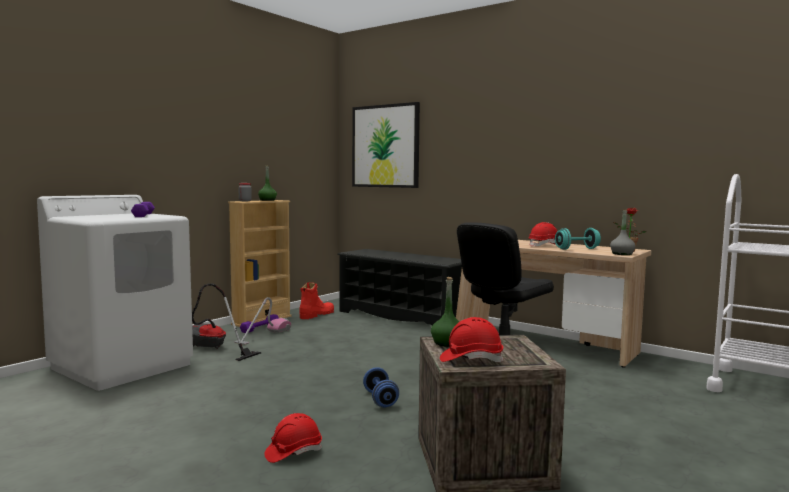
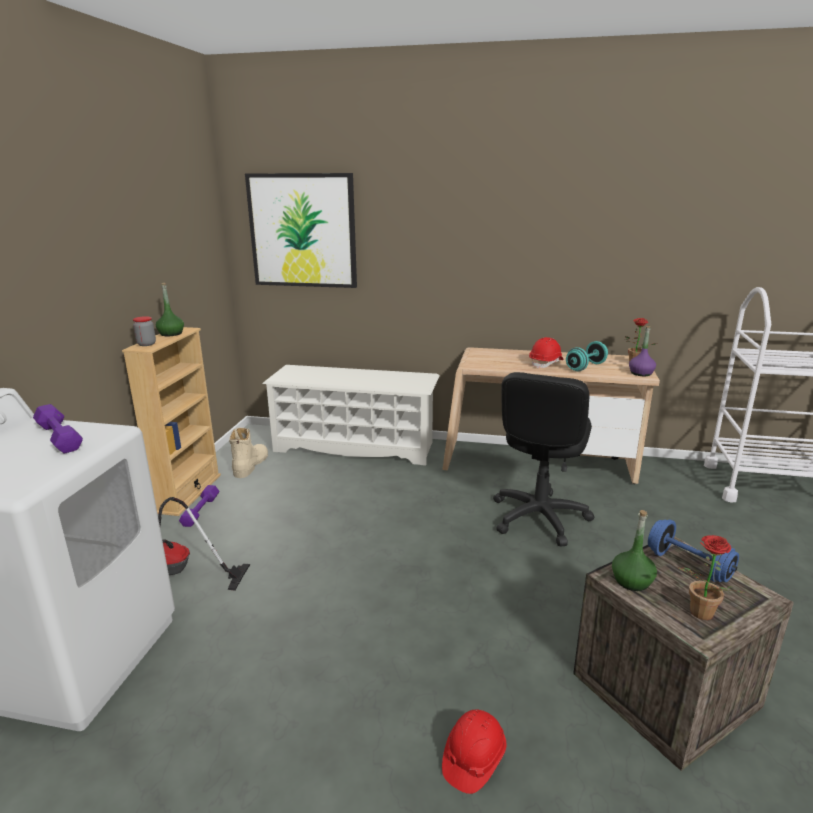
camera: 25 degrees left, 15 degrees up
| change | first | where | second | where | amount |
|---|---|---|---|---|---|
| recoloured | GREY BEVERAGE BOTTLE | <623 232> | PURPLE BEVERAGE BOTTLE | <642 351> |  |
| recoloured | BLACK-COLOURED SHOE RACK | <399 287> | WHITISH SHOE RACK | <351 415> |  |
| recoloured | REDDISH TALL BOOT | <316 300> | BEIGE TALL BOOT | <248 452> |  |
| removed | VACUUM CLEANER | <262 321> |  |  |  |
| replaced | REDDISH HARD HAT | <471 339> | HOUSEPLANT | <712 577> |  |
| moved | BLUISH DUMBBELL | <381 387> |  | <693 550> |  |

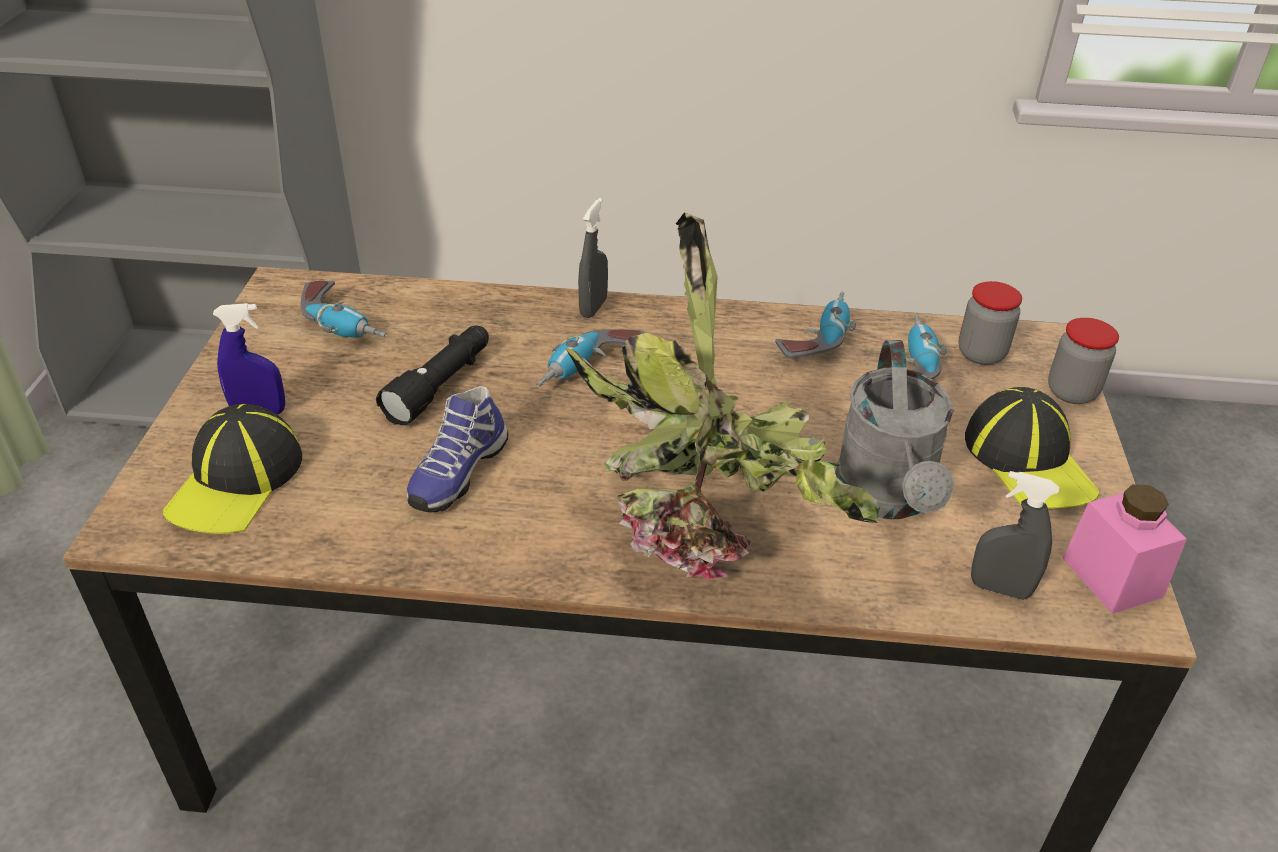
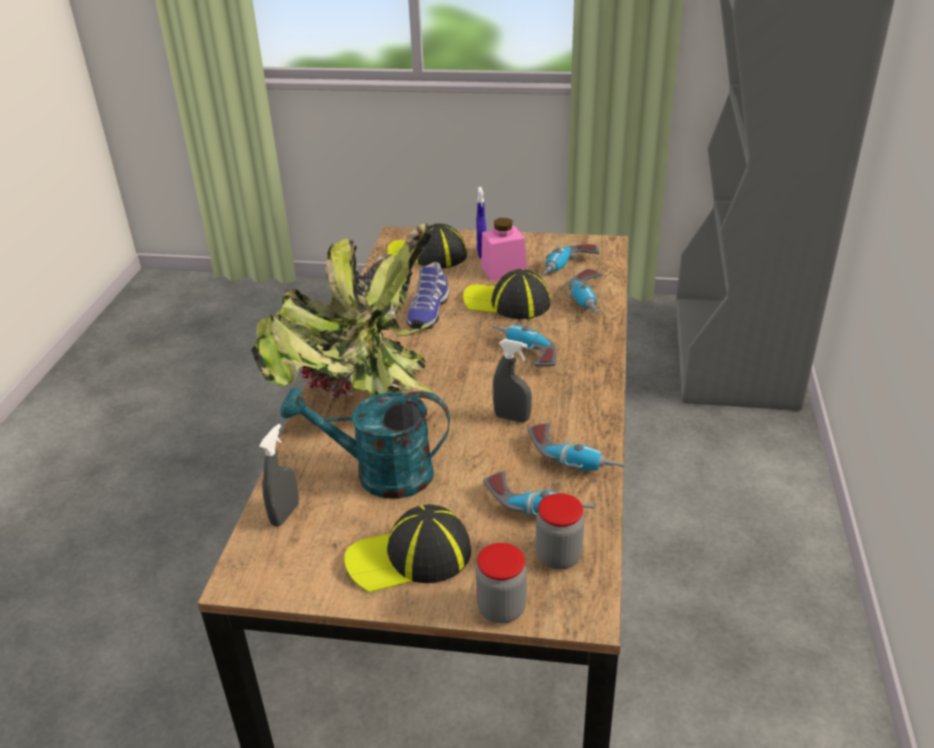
camera: 95 degrees right, 5 degrees down
| change | first | where | second | where | amount |
|---|---|---|---|---|---|
| moved | GREY HAND SPRAYER | <593 258> |  | <512 380> |  |
| replaced | BLACK-COLOURED TORCH | <432 376> | CAP | <506 294> |  |
| recoloured | GREY WATERING POT | <894 429> | BLUE-GREEN WATERING POT | <365 443> |  |
| turned | ITEM OF FOOTWEAR | <458 449> |  | <428 296> | 105 degrees counterclockwise |
| moved | PINK PRESERVE JAR | <1125 549> |  | <503 249> |  |
| added |  |  | DRILL | <585 291> |  |

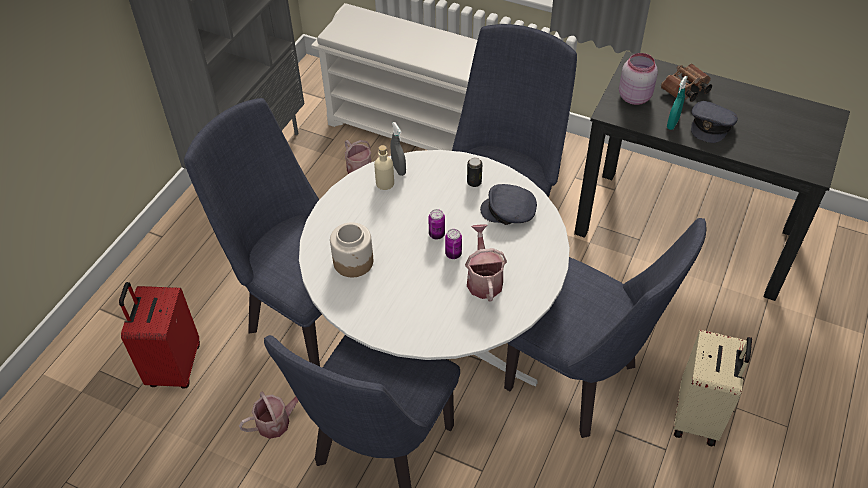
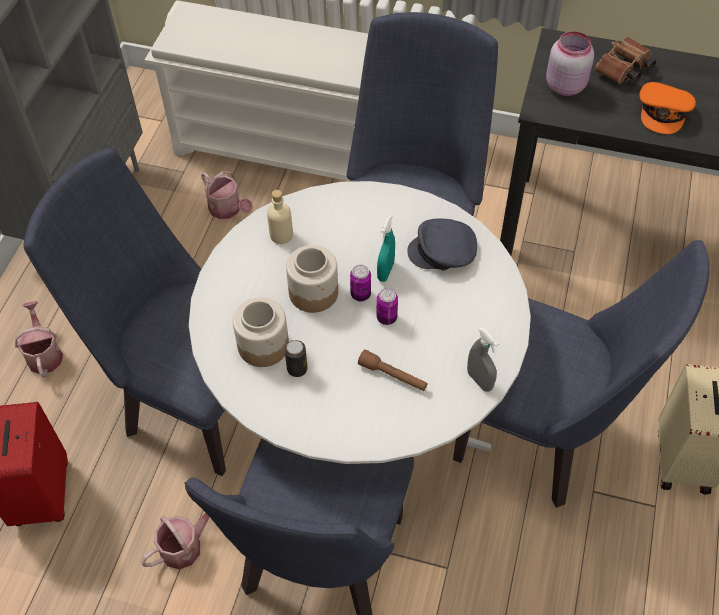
camera: 10 degrees left, 5 degrees up
| change | first | where | second | where | amount |
|---|---|---|---|---|---|
| moved | BLUE-GREEN HAND SPRAYER | <677 103> |  | <386 248> |  |
| recoloured | GREY CAP | <714 122> | ORANGEY CAP | <667 108> |  |
| moved | GREY HAND SPRAYER | <398 149> |  | <483 359> |  |
| moved | METAL CAN | <474 172> |  | <296 358> |  |
| moved | WATERING POT | <486 263> |  | <39 339> |  |
| added |  |  | PRESERVE JAR | <312 279> |  |
| added |  |  | BROWN TORCH | <393 370> |  |

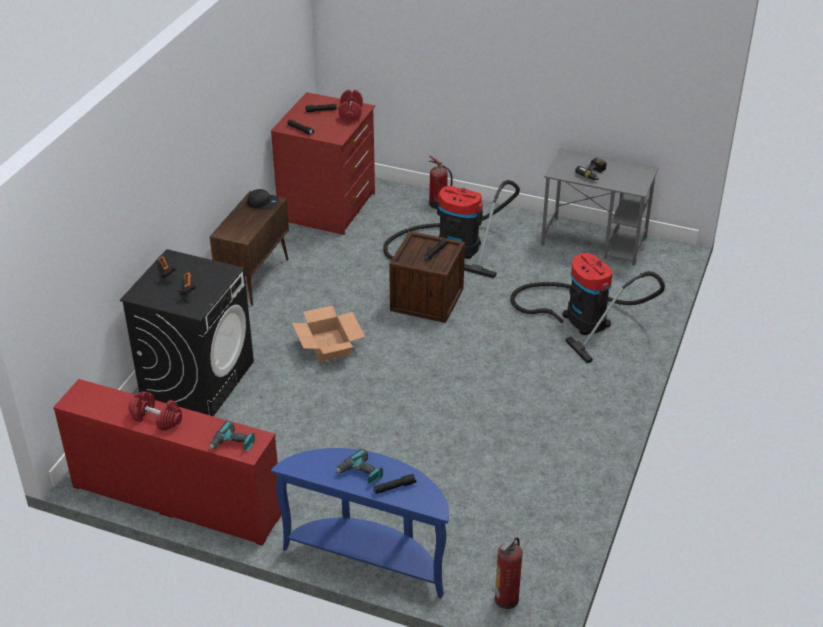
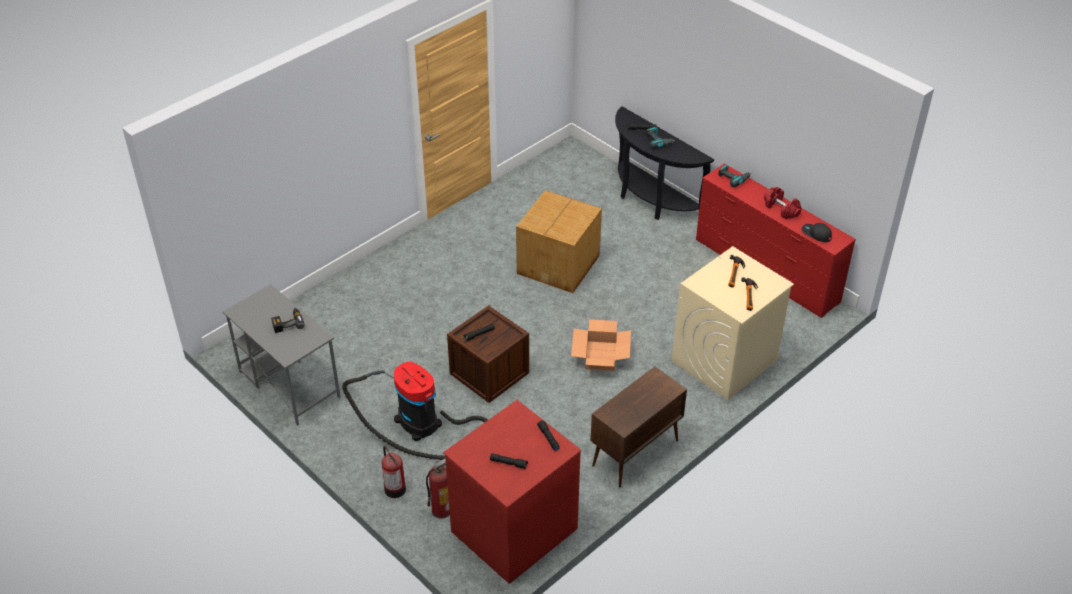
camera: 155 degrees left, 5 degrees up
| change | first | where | second | where | amount |
|---|---|---|---|---|---|
| removed | REDDISH DUMBBELL | <351 105> |  |  |  |
| moved | BLACK-COLOURED CAP | <263 199> |  | <817 232> |  |
| recoloured | BLACK-COLOURED LAUNDRY MACHINE | <187 332> | BEIGE LAUNDRY MACHINE | <733 323> |  |
| removed | VACUUM CLEANER | <587 308> |  |  |  |
| recoloured | BLUISH HALL TABLE | <360 523> | BLACK-COLOURED HALL TABLE | <664 163> |  |
| moved | FIRE EXTINGUISHER | <509 573> |  | <438 489> |  |
| added |  |  | CARTON | <559 241> |  |

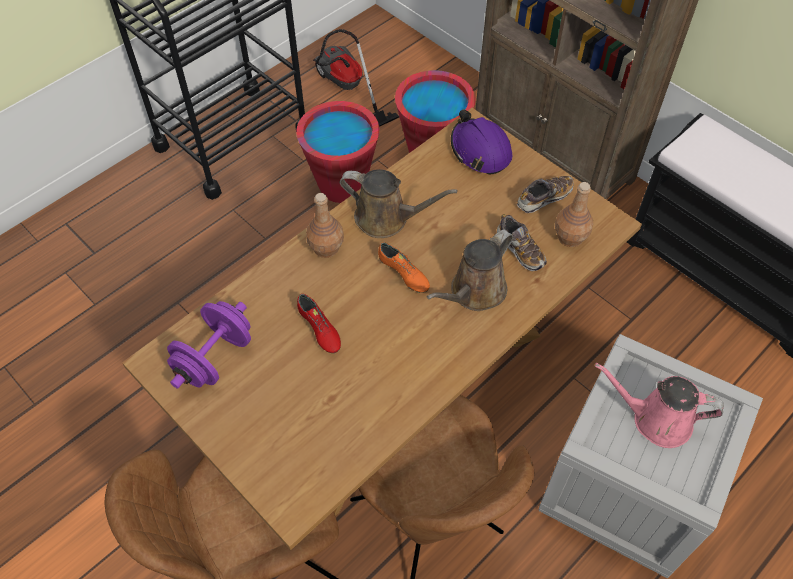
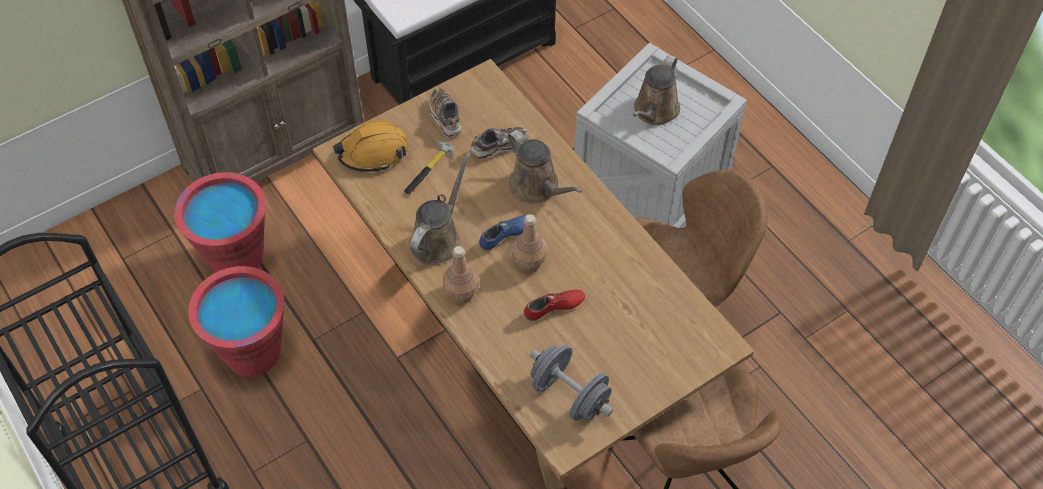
camera: 80 degrees left, 0 degrees up
| change | first | where | second | where | amount |
|---|---|---|---|---|---|
| removed | VACUUM CLEANER | <356 78> |  |  |  |
| recoloured | PURPLE HARD HAT | <481 142> | ORANGEY HARD HAT | <370 146> |  |
| moved | BROWN BEVERAGE BOTTLE | <574 214> |  | <529 243> |  |
| recoloured | ORANGEY ITEM OF FOOTWEAR | <404 267> | BLUISH ITEM OF FOOTWEAR | <502 232> |  |
| recoloured | PURPLE DUMBBELL | <209 345> | GREY DUMBBELL | <571 383> |  |
| recoloured | PINK WATERING POT | <659 405> | BROWN WATERING POT | <656 90> |  |
| added |  |  | HAMMER | <429 166> |  |

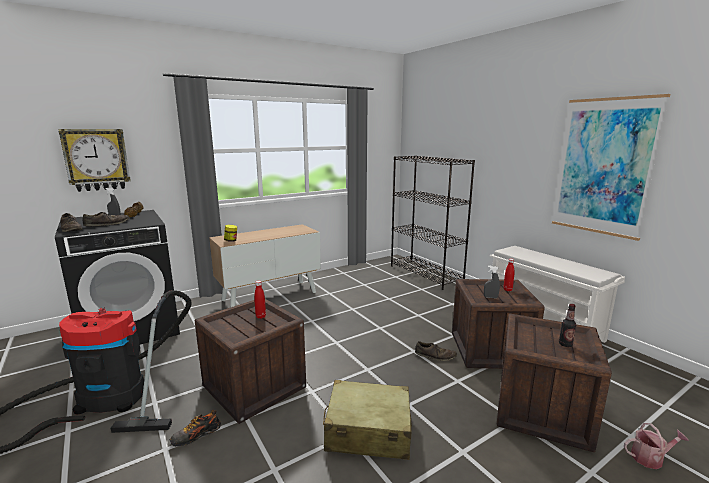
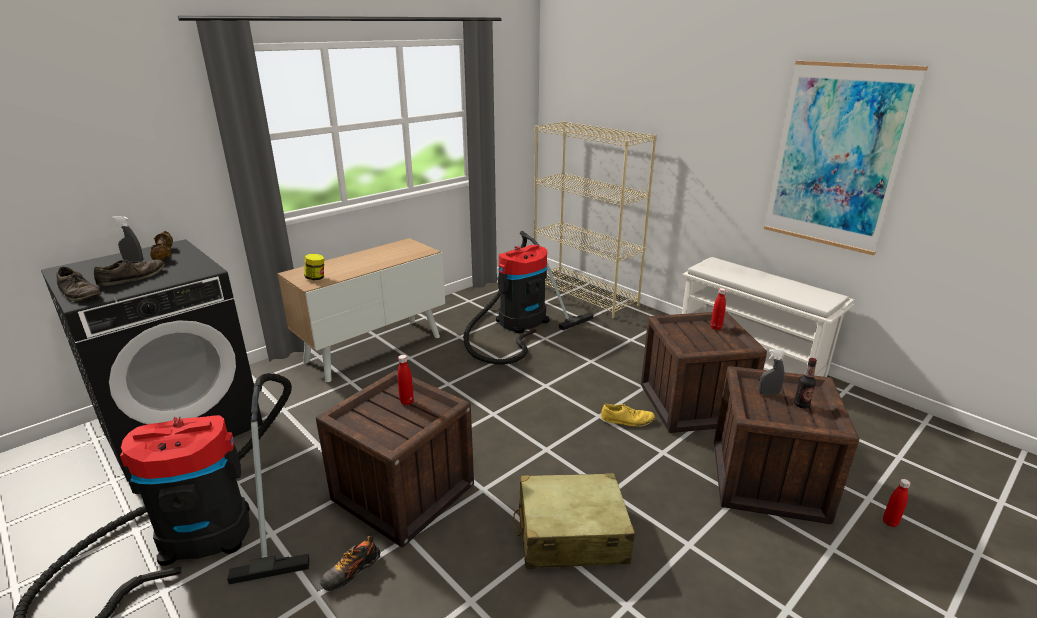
camera: 10 degrees left, 10 degrees up
| change | first | where | second | where | amount |
|---|---|---|---|---|---|
| removed | WALL CLOCK | <94 160> |  |  |  |
| recoloured | BLACK-COLOURED BOOKCASE | <433 222> | BEIGE BOOKCASE | <595 219> |  |
| moved | GREY HAND SPRAYER | <492 282> |  | <772 372> |  |
| recoloured | BROWN ITEM OF FOOTWEAR | <436 351> | YELLOW ITEM OF FOOTWEAR | <628 415> |  |
| replaced | WATERING POT | <656 446> | REDDISH BEVERAGE BOTTLE | <897 503> |  |
| added |  |  | VACUUM CLEANER | <528 298> |  |

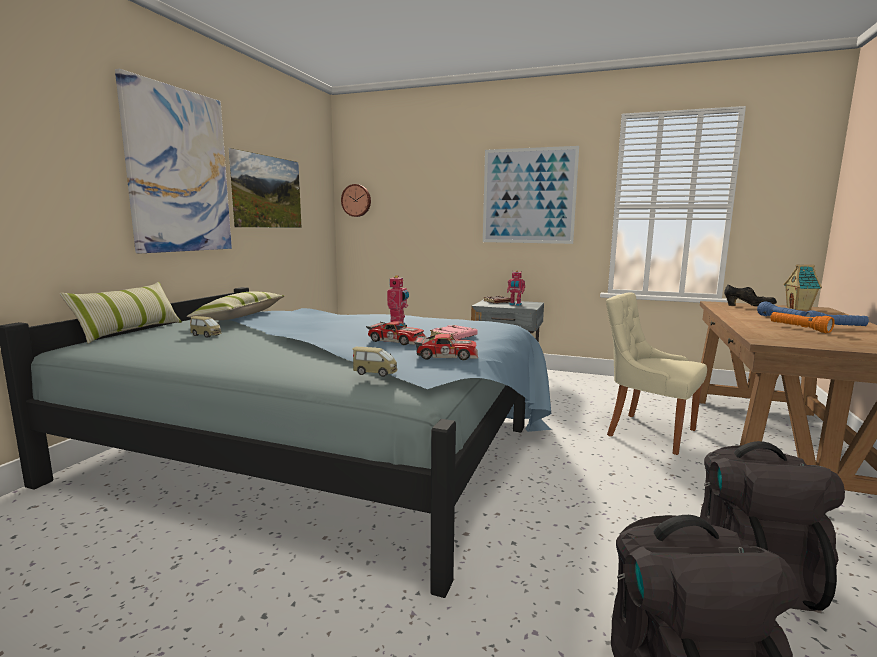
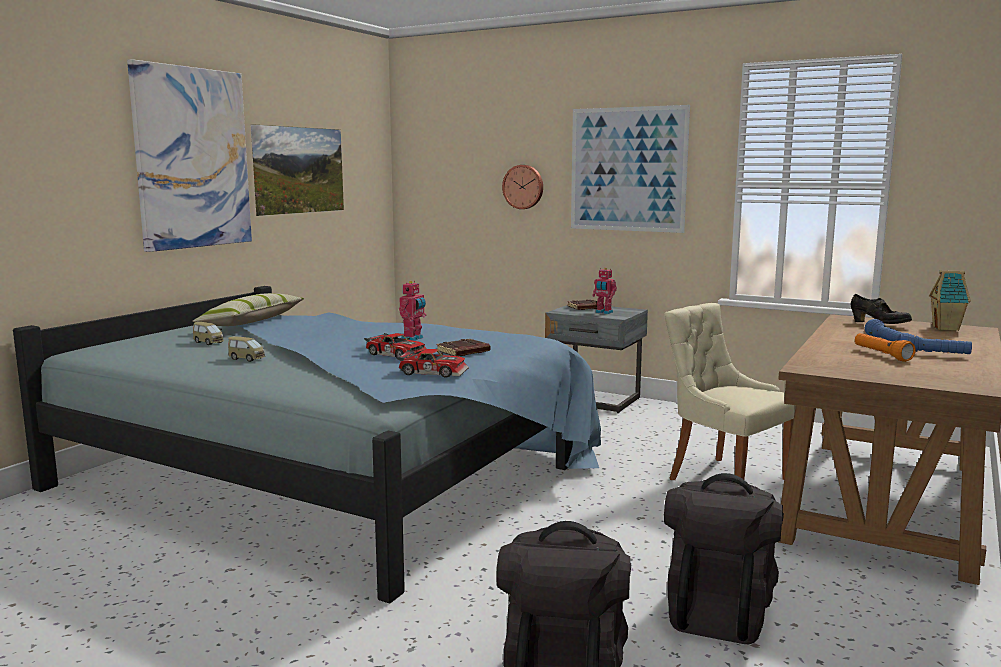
camera: 10 degrees right, 0 degrees up
| change | first | where | second | where | amount |
|---|---|---|---|---|---|
| moved | WALL CLOCK | <356 200> |  | <522 187> |  |
| removed | THROW PILLOW | <120 313> |  |  |  |
| recoloured | PINK VOLUME | <454 332> | BROWN VOLUME | <463 347> |  |
| moved | MINIATURE CAR | <375 362> |  | <246 349> |  |

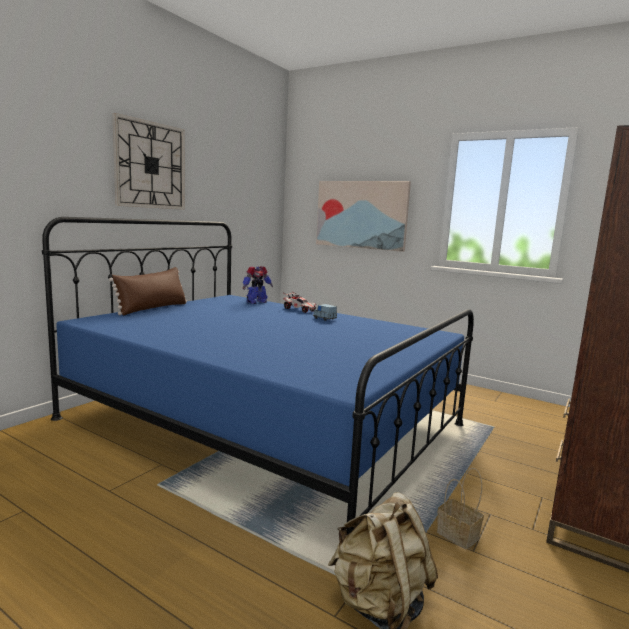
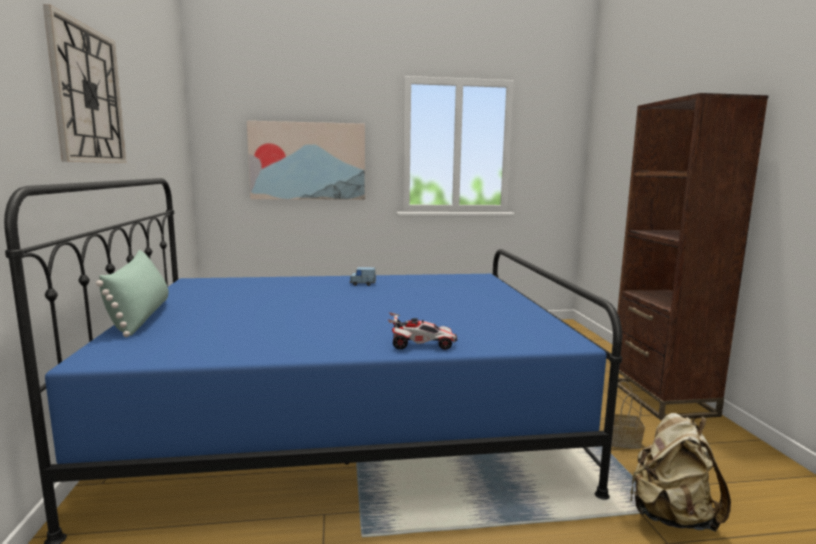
camera: 40 degrees left, 0 degrees up
| change | first | where | second | where | amount |
|---|---|---|---|---|---|
| removed | MODEL ROBOT | <258 285> |  |  |  |
| recoloured | BROWN THROW PILLOW | <148 291> | GREEN THROW PILLOW | <132 293> |  |
| moved | MINIATURE CAR | <299 302> |  | <422 331> |  |

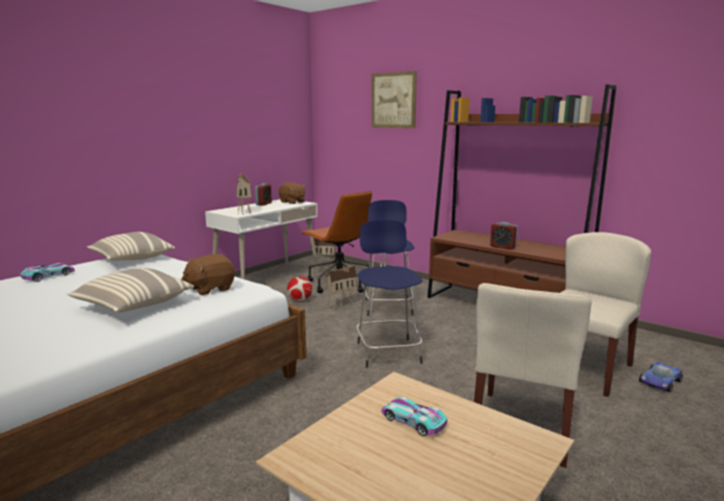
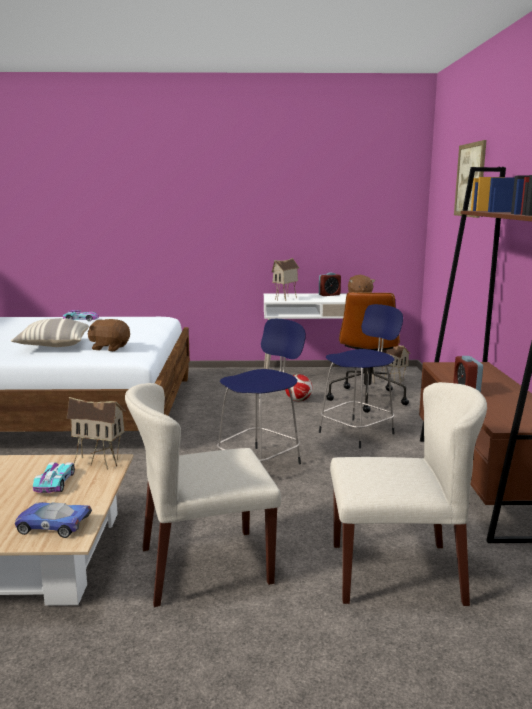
camera: 50 degrees right, 0 degrees up
| change | first | where | second | where | amount |
|---|---|---|---|---|---|
| removed | THROW PILLOW | <131 246> |  |  |  |
| moved | TOY HOUSE | <341 286> |  | <96 433> |  |
| moved | MINIATURE CAR | <661 377> |  | <53 520> |  |

